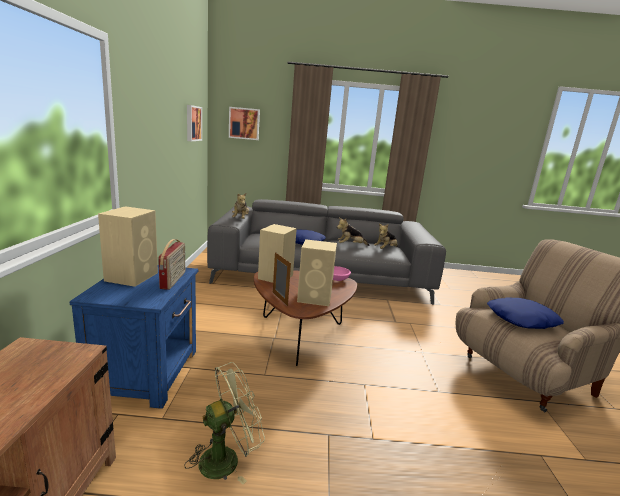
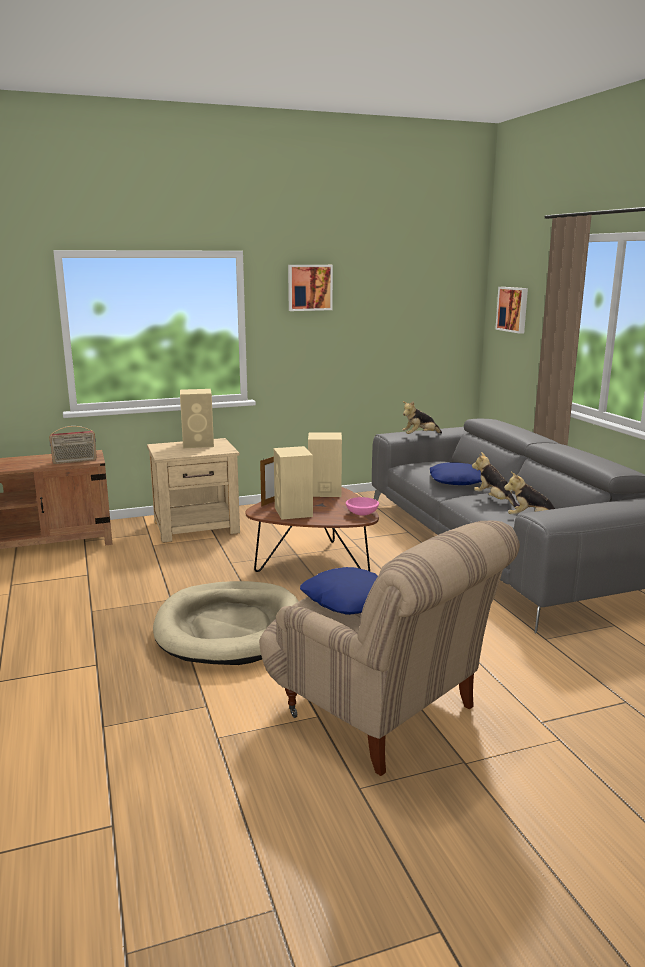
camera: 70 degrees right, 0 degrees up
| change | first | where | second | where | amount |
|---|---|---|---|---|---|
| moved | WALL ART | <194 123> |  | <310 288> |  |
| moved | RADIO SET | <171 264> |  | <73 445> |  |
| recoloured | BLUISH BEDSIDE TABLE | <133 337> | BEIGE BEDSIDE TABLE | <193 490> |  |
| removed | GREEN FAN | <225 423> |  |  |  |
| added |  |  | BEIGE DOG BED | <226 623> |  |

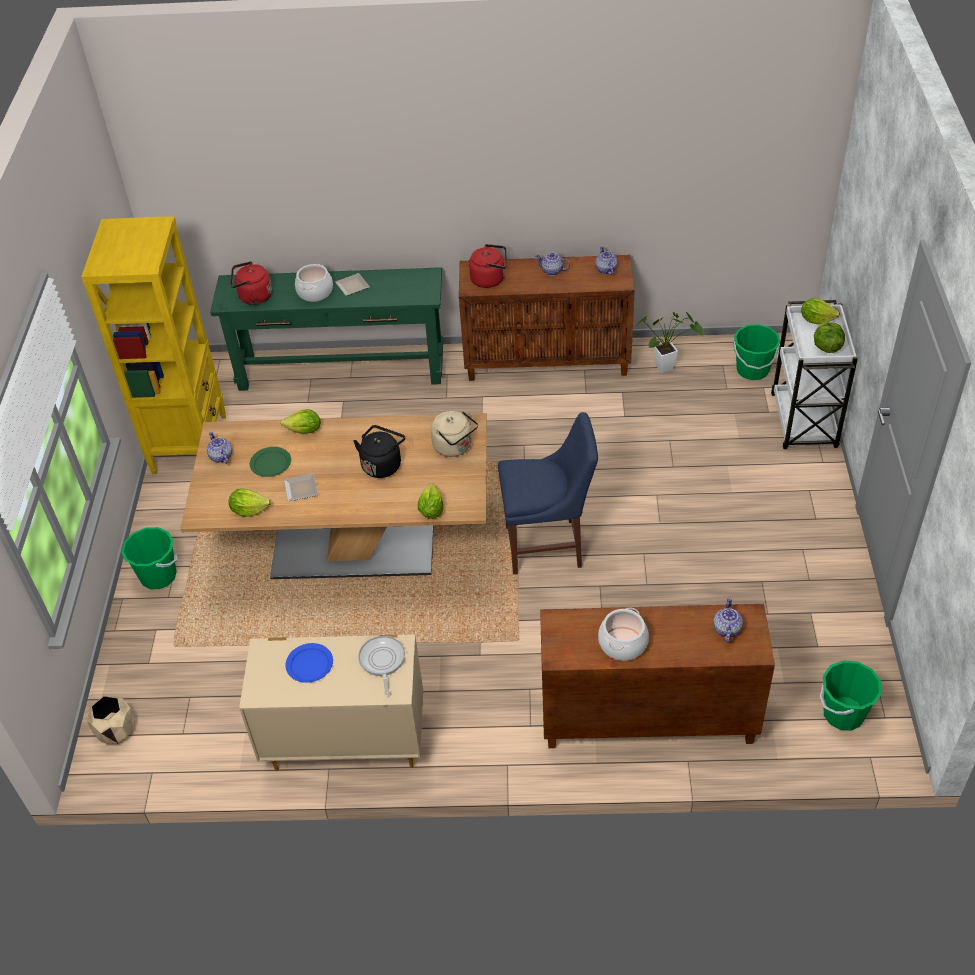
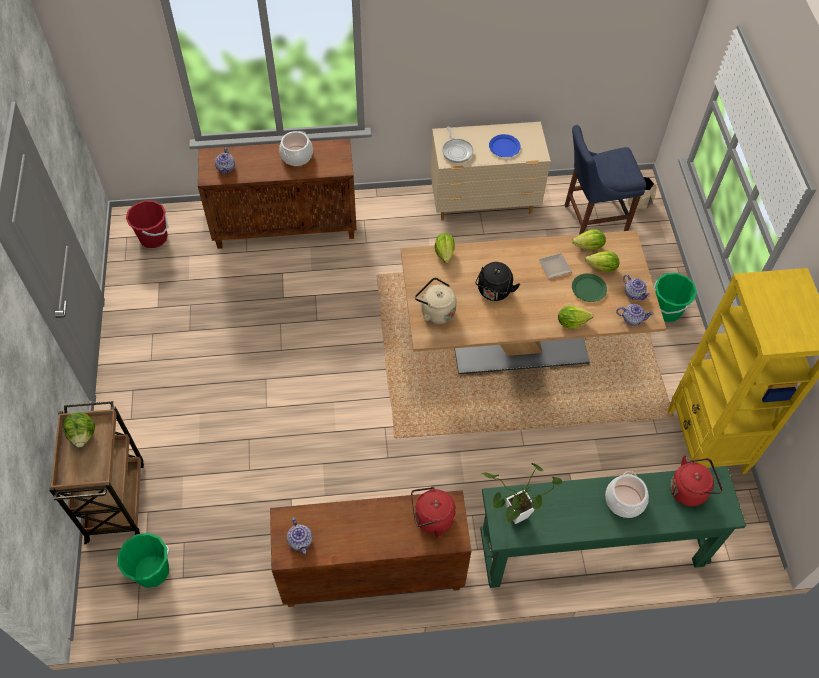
camera: 170 degrees right, 10 degrees up
| change | first | where | second | where | amount |
|---|---|---|---|---|---|
| moved | POT FOR TEA | <552 264> |  | <635 315> |  |
| removed | DINNER PLATE | <352 284> |  |  |  |
| moved | LETTUCE | <820 311> |  | <602 261> |  |
| recoloured | WHITISH TROLLEY | <814 374> | BROWN TROLLEY | <96 472> |  |
| moved | HOUSEPLANT | <670 342> |  | <522 493> |  |
| moved | BLUISH CHAIR | <548 493> |  | <605 180> |  |
| recoloured | GREEN WATER BUCKET | <851 695> | REDDISH WATER BUCKET | <147 224> |  |

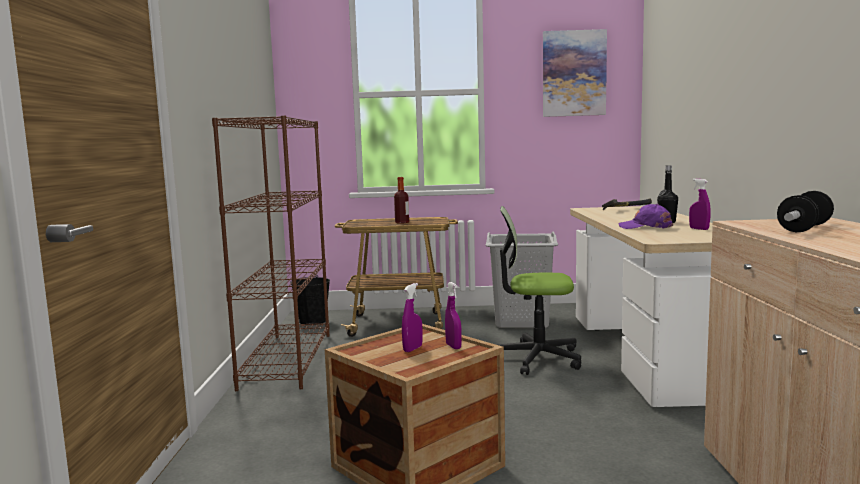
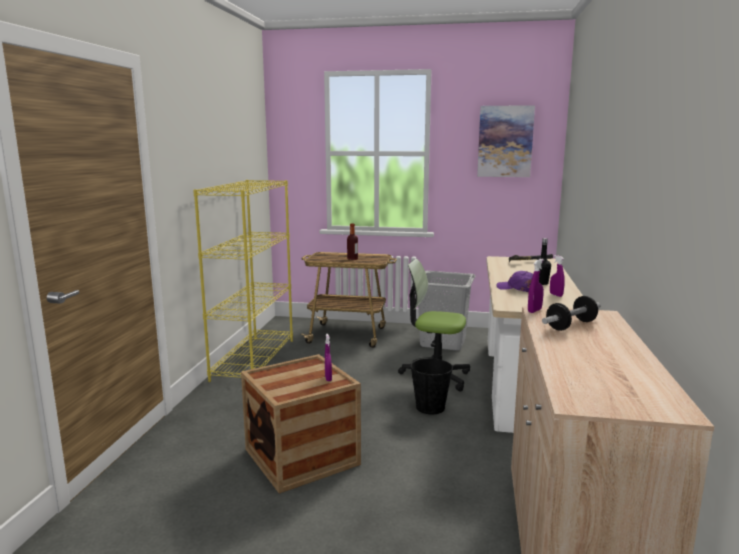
camera: 10 degrees right, 5 degrees up
| change | first | where | second | where | amount |
|---|---|---|---|---|---|
| recoloured | BROWN BOOKCASE | <270 253> | YELLOW BOOKCASE | <243 281> |  |
| moved | BLACK-COLOURED WATER BUCKET | <310 300> |  | <431 385> |  |
| moved | PURPLE HAND SPRAYER | <412 317> |  | <536 286> |  |

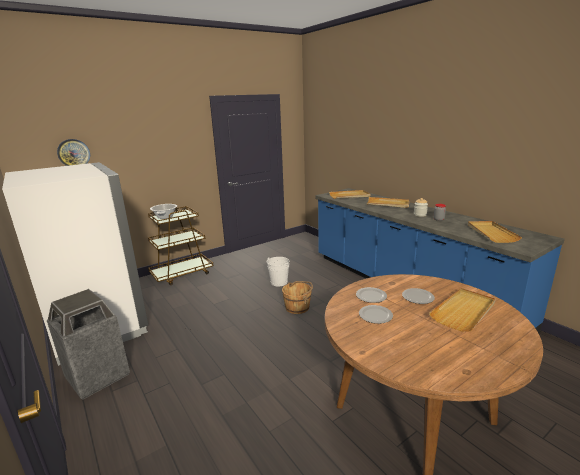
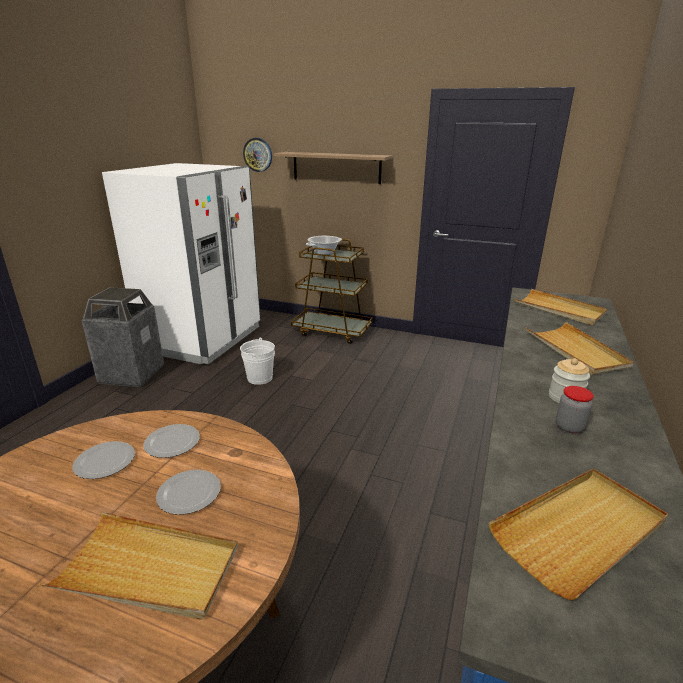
camera: 55 degrees right, 5 degrees up
| change | first | where | second | where | amount |
|---|---|---|---|---|---|
| moved | WHITISH WATER BUCKET | <278 271> |  | <257 361> |  |
| removed | BROWN WATER BUCKET | <297 297> |  |  |  |
| added |  |  | WALL SHELF | <333 168> |  |

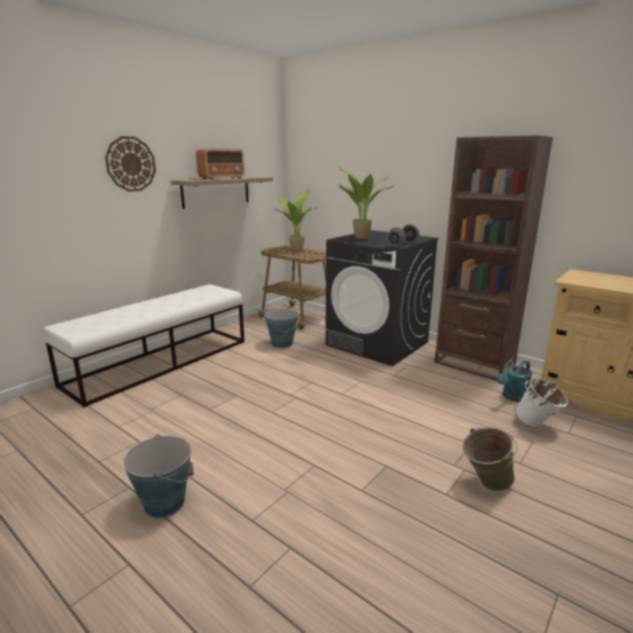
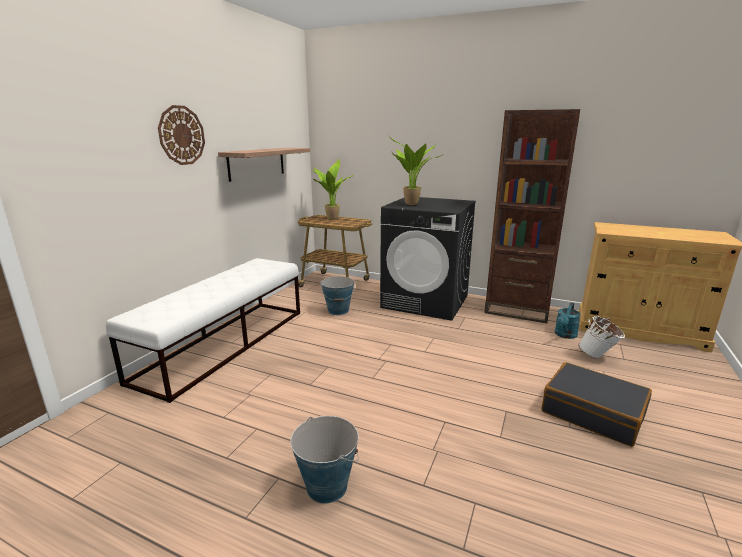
camera: 15 degrees left, 0 degrees up
| change | first | where | second | where | amount |
|---|---|---|---|---|---|
| removed | RADIO SET | <220 164> |  |  |  |
| removed | GREY DUMBBELL | <403 236> |  |  |  |
| replaced | GREEN WATER BUCKET | <490 459> | BLACK-COLOURED PIECE OF LUGGAGE | <596 404> |  |

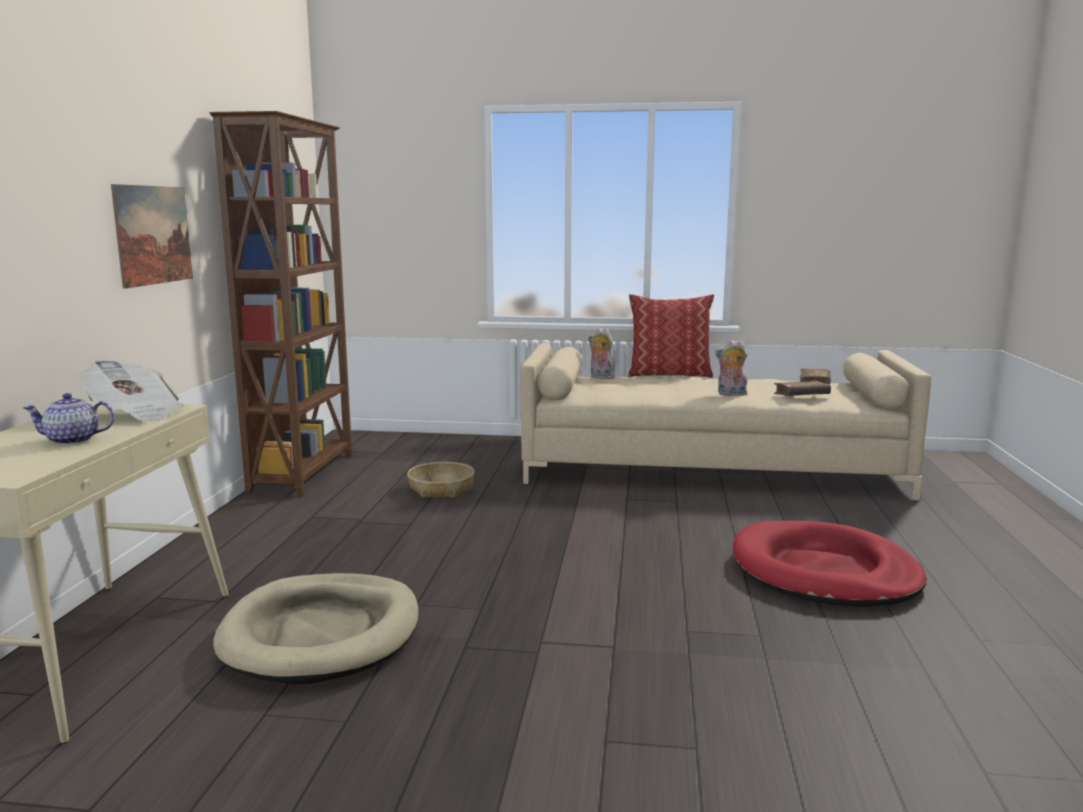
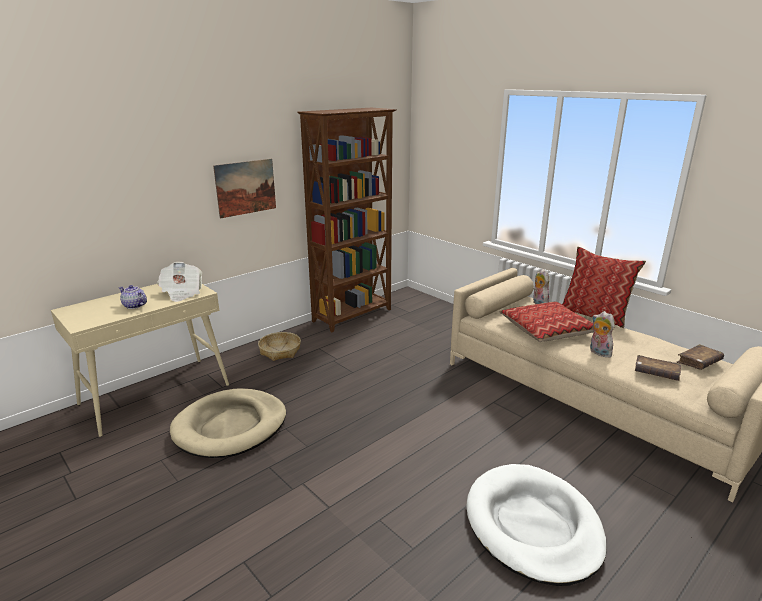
camera: 40 degrees right, 10 degrees up
| change | first | where | second | where | amount |
|---|---|---|---|---|---|
| moved | BASKET | <441 480> |  | <279 346> |  |
| recoloured | REDDISH DOG BED | <830 564> | WHITISH DOG BED | <536 525> |  |
| added |  |  | THROW PILLOW | <546 321> |  |

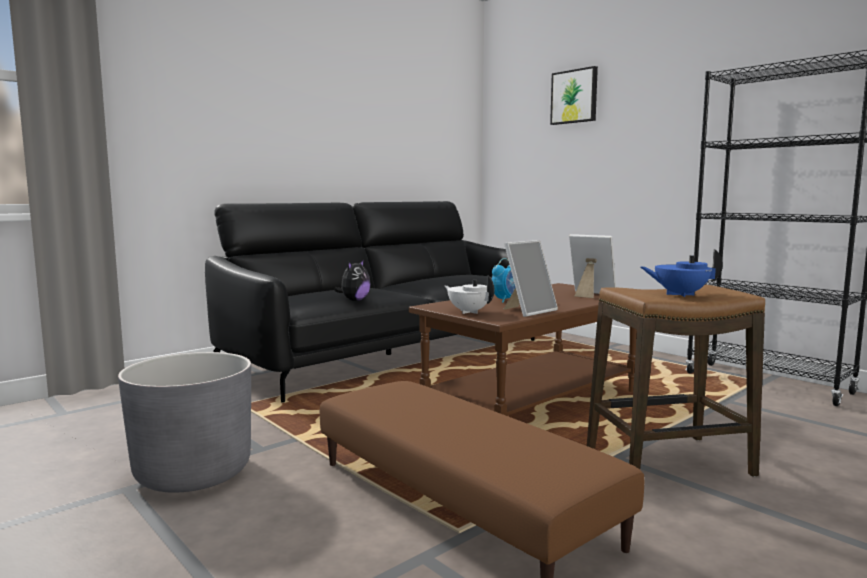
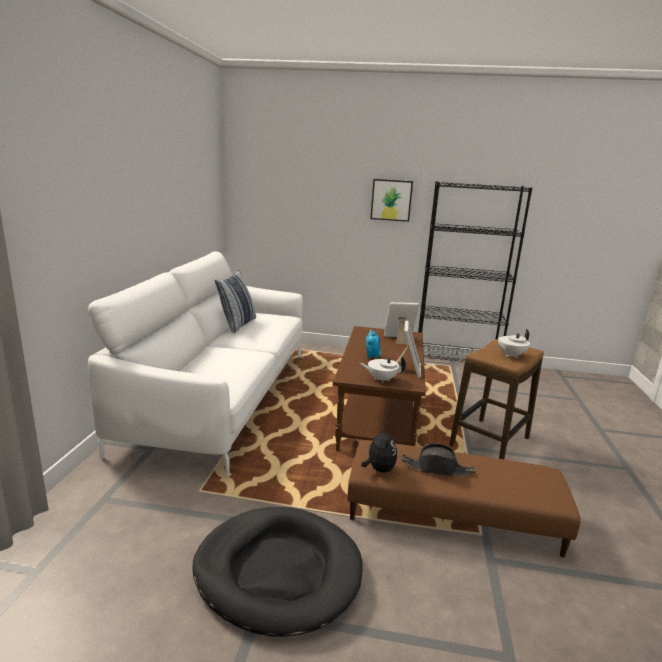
camera: 40 degrees left, 10 degrees up
| change | first | where | second | where | amount |
|---|---|---|---|---|---|
| moved | WALL ART | <574 95> |  | <391 200> |  |
| recoloured | BLACK-COLOURED COUCH | <370 302> | WHITISH COUCH | <195 363> |  |
| recoloured | BLUISH POT FOR TEA | <682 273> | WHITISH POT FOR TEA | <514 343> |  |
| moved | CUDDLY TOY | <352 280> |  | <379 450> |  |
| replaced | GREY PLANTER | <184 422> | BLACK-COLOURED DOG BED | <277 572> |  |
| added |  |  | THROW PILLOW | <235 302> |  |
| added |  |  | BLACK-COLOURED HAT | <438 459> |  |

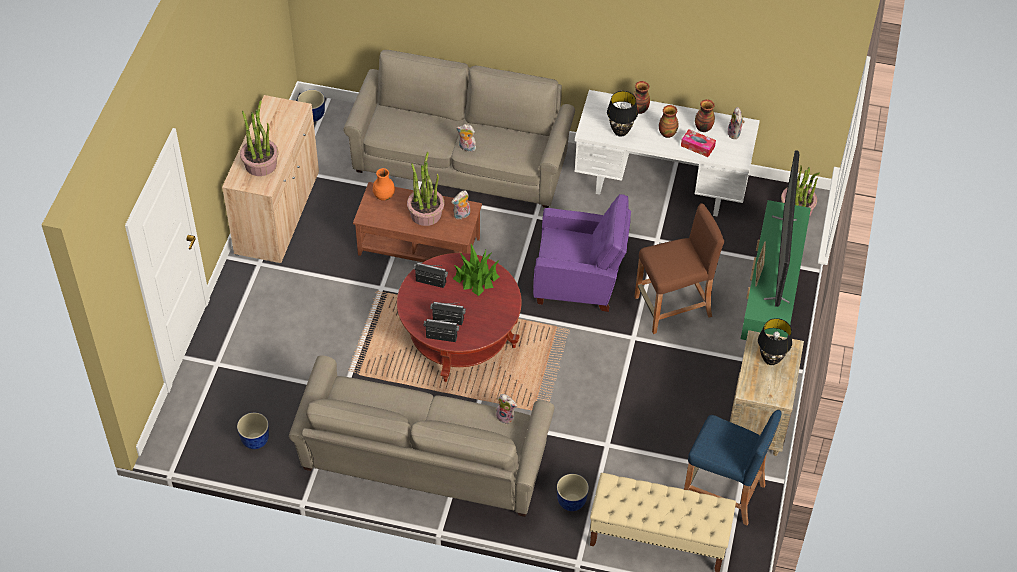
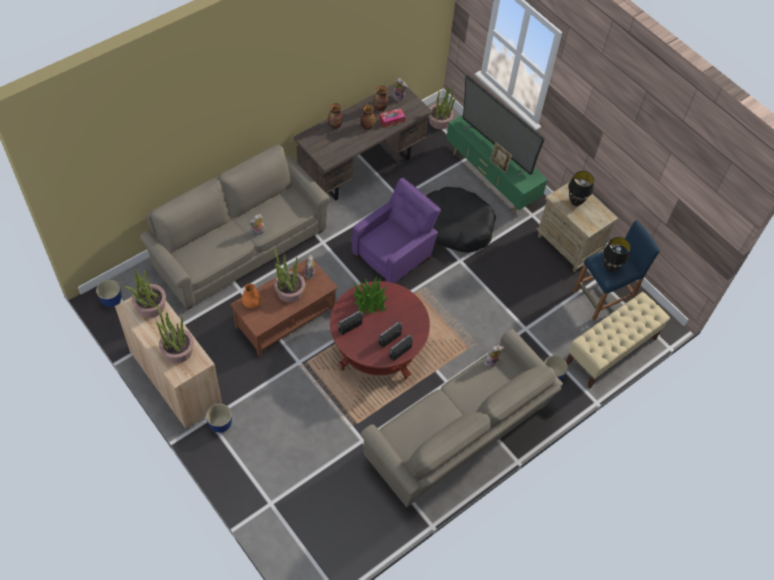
camera: 55 degrees left, 5 degrees up
| change | first | where | second | where | amount |
|---|---|---|---|---|---|
| recoloured | WHITISH DESK TABLE | <667 153> | BROWN DESK TABLE | <363 142> |  |
| moved | BLACK-COLOURED LAMP FOR A TABLE | <622 114> |  | <617 254> |  |
| replaced | BROWN STOOL SEAT | <679 268> | BLACK-COLOURED DOG BED | <461 220> |  |
| moved | PLANTER | <253 431> |  | <219 418> |  |
| added |  |  | HOUSEPLANT | <145 293> |  |

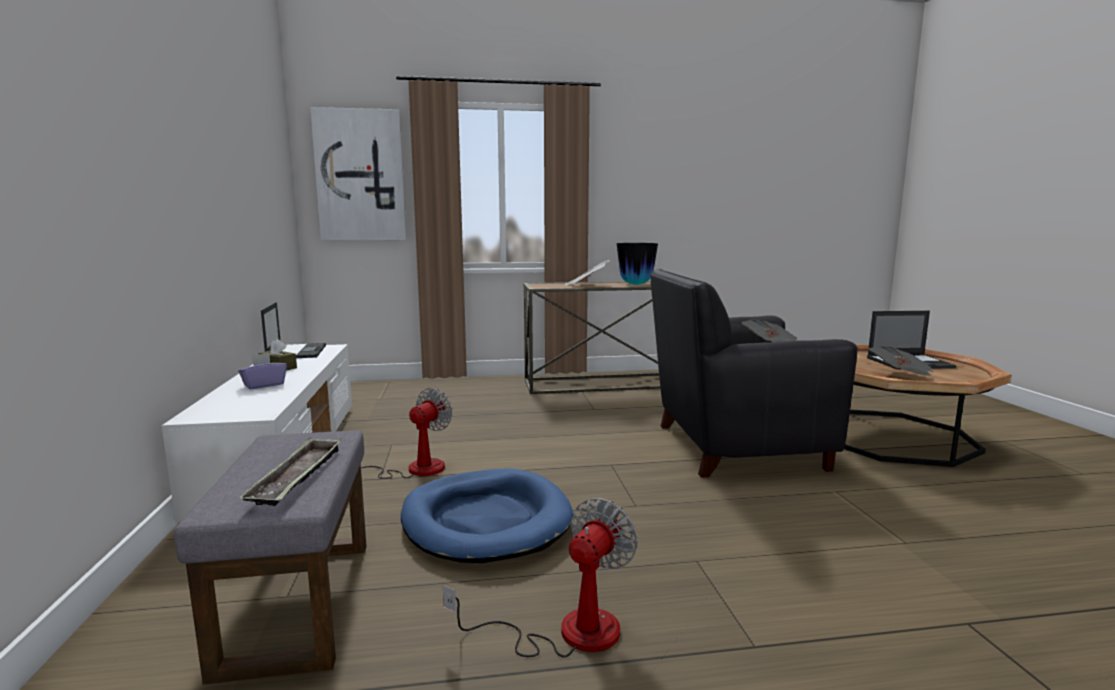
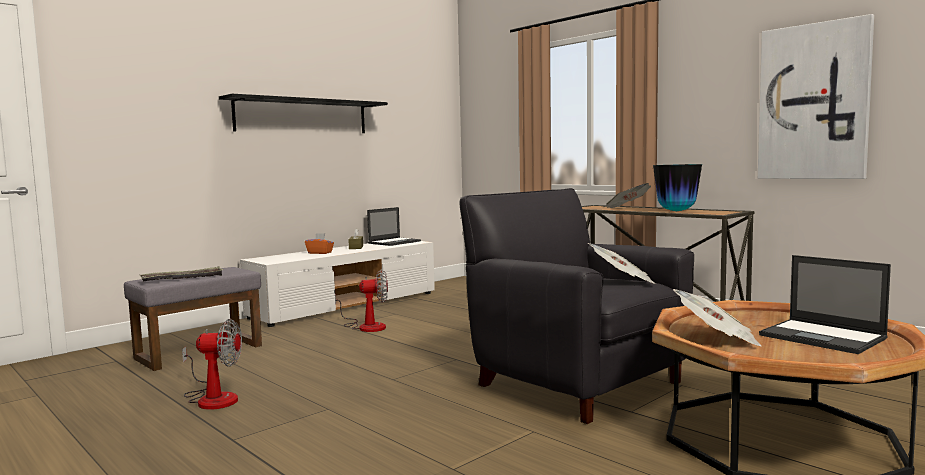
camera: 55 degrees right, 5 degrees down
| change | first | where | second | where | amount |
|---|---|---|---|---|---|
| moved | WALL ART | <358 174> |  | <816 96> |  |
| recoloured | PURPLE BOX OF TISSUES | <262 371> | ORANGEY BOX OF TISSUES | <319 243> |  |
| removed | BLUISH DOG BED | <487 515> |  |  |  |
| added |  |  | BLACK-COLOURED WALL SHELF | <303 113> |  |

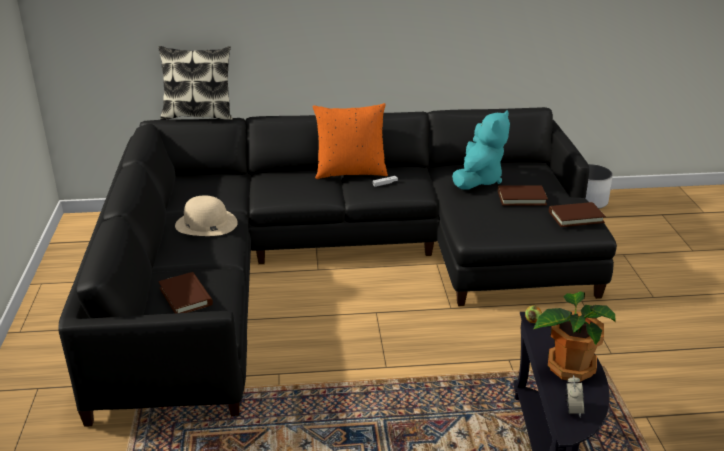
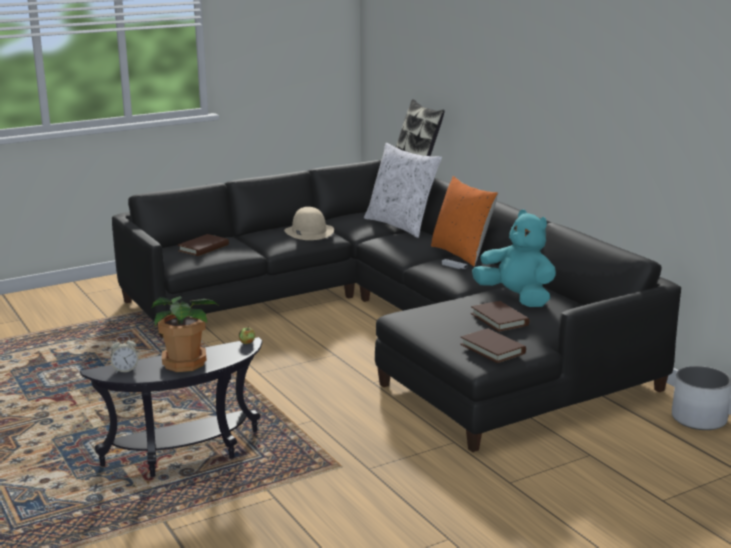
camera: 65 degrees right, 10 degrees down
| change | first | where | second | where | amount |
|---|---|---|---|---|---|
| turned | BLUE-GREEN CUDDLY TOY | <481 150> |  | <514 258> | 135 degrees counterclockwise |
| added |  |  | WHITISH THROW PILLOW | <403 190> |  |

